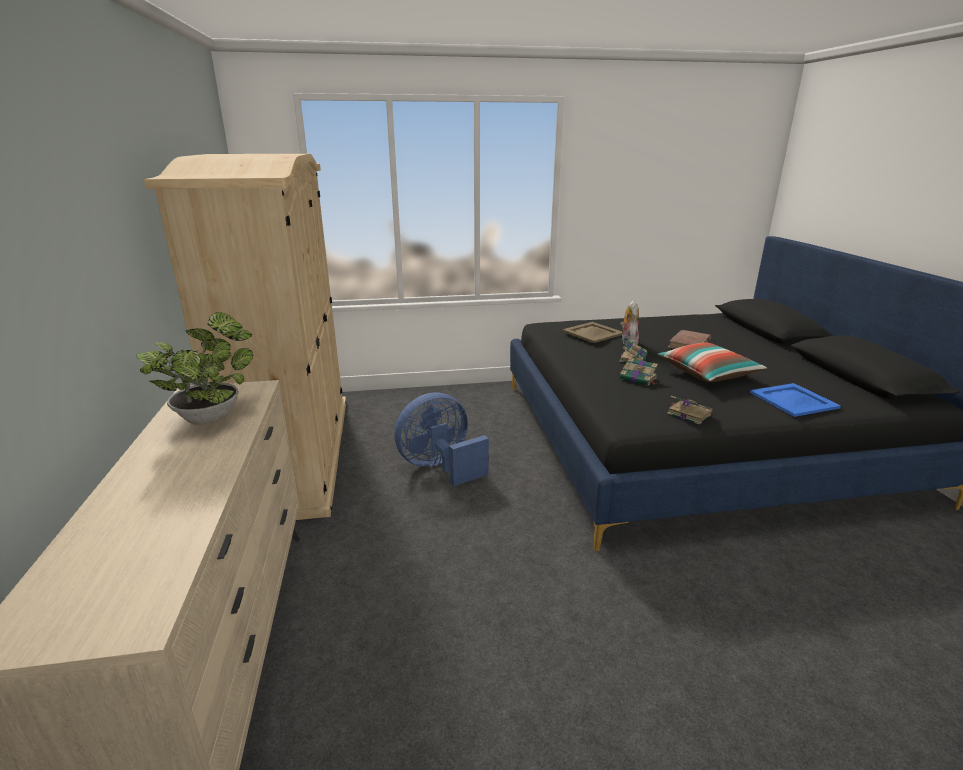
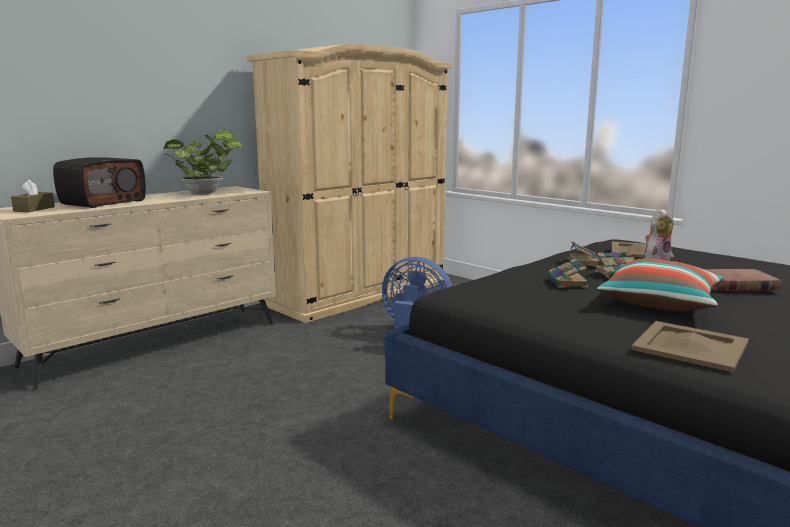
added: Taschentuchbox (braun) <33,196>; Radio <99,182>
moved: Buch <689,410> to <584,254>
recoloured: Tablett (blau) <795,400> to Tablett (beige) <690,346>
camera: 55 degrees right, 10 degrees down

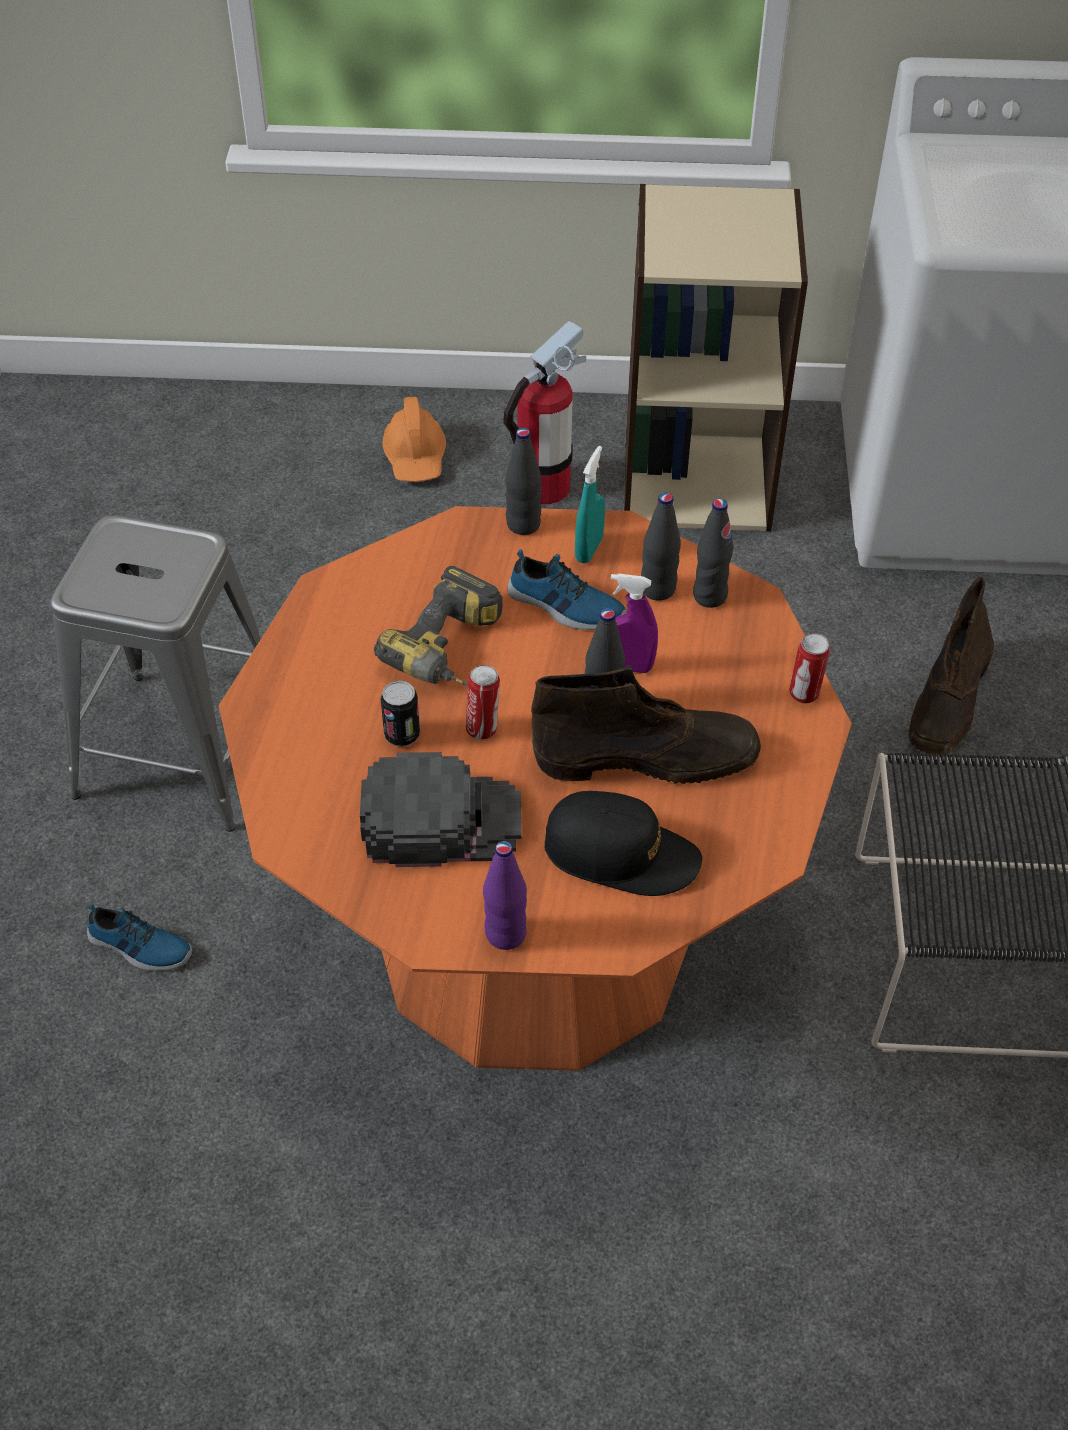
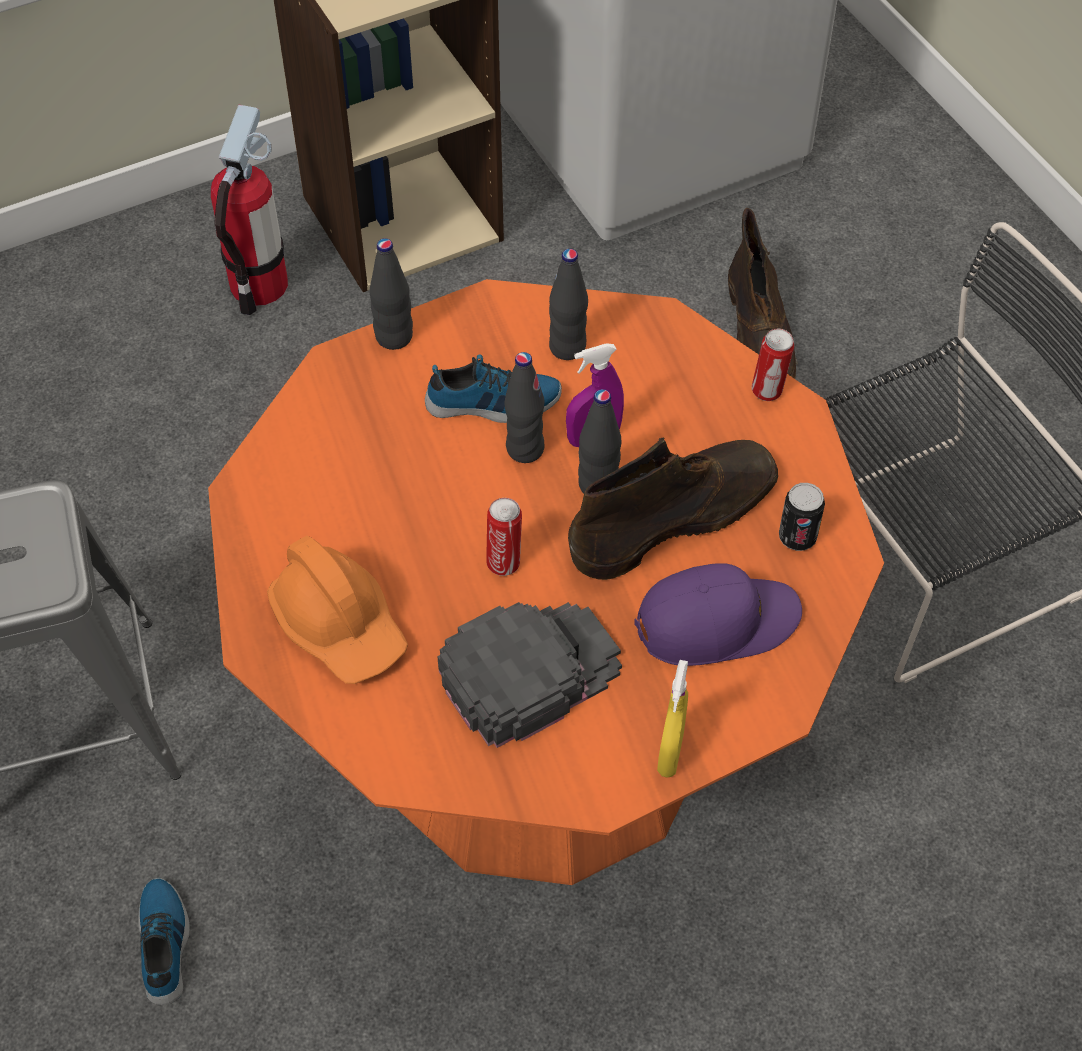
removed: Bohrmaschine <438,626>; Sprühflasche (türkis) <590,504>
moved: Schutzhelm (orange) <414,439> to <337,610>; Flasche (schwarz) <713,553> to <524,407>; Dose <400,714> to <802,517>
replaced: Flasche (lila) <505,895> to Sprühflasche (gelb) <672,719>
recoloured: Kappe (schwarz) <623,843> to Kappe (lila) <718,614>
turned: Schuh <139,937> = <164,941> 90 degrees counterclockwise
camera: 30 degrees left, 5 degrees up

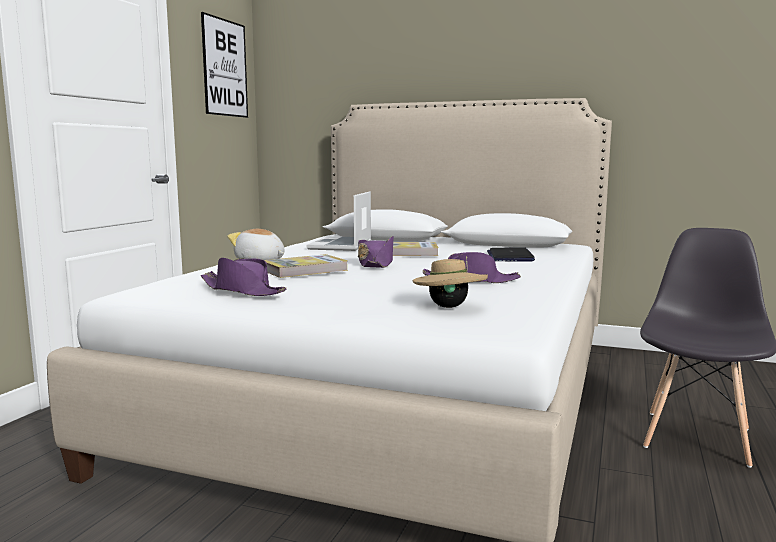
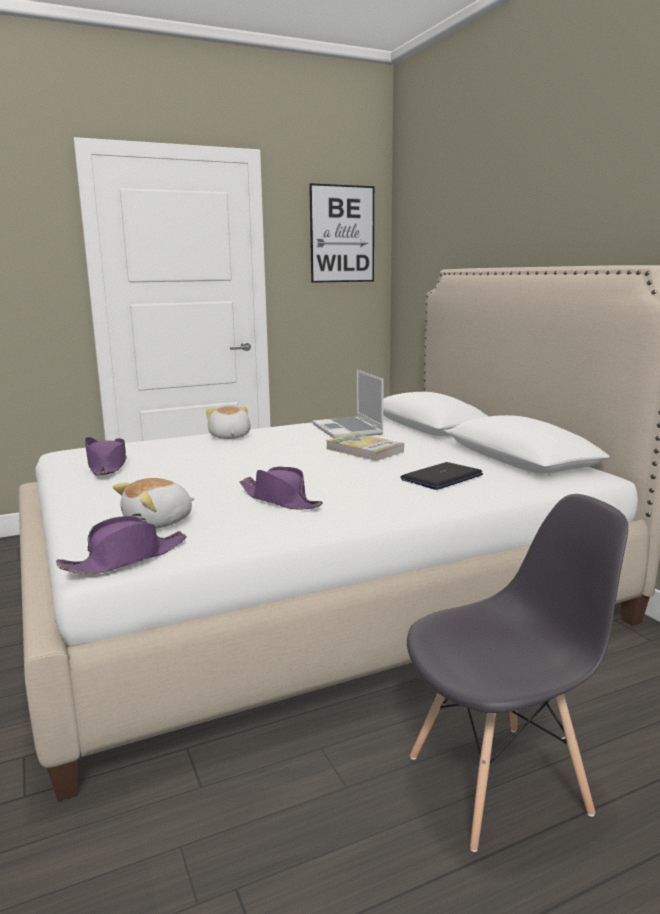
removed: Buch <306,266>
moved: Hut (lila) <376,252> to <121,545>
replaced: Hut (beige) <450,282> to Plüschtier <154,503>
turned: Laptop <338,221> = <348,404> 75 degrees counterclockwise
camera: 45 degrees right, 5 degrees up

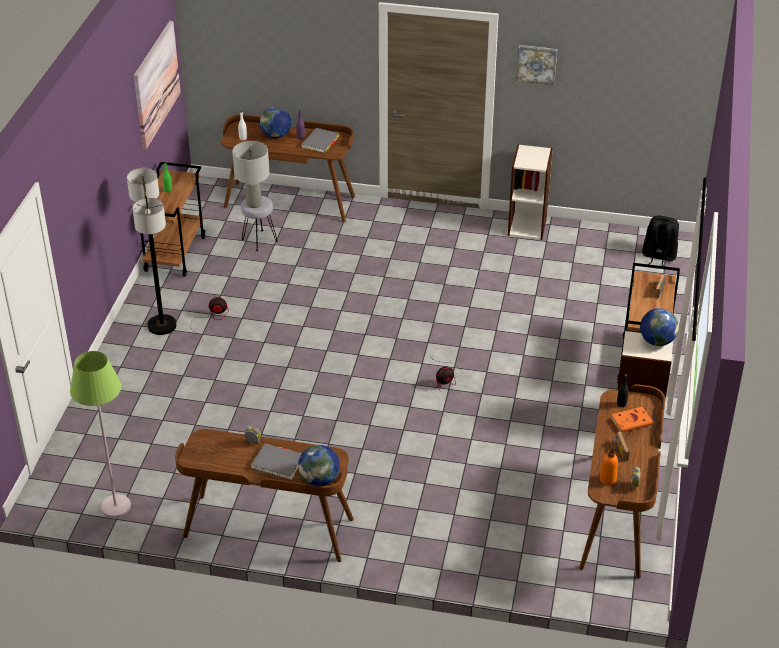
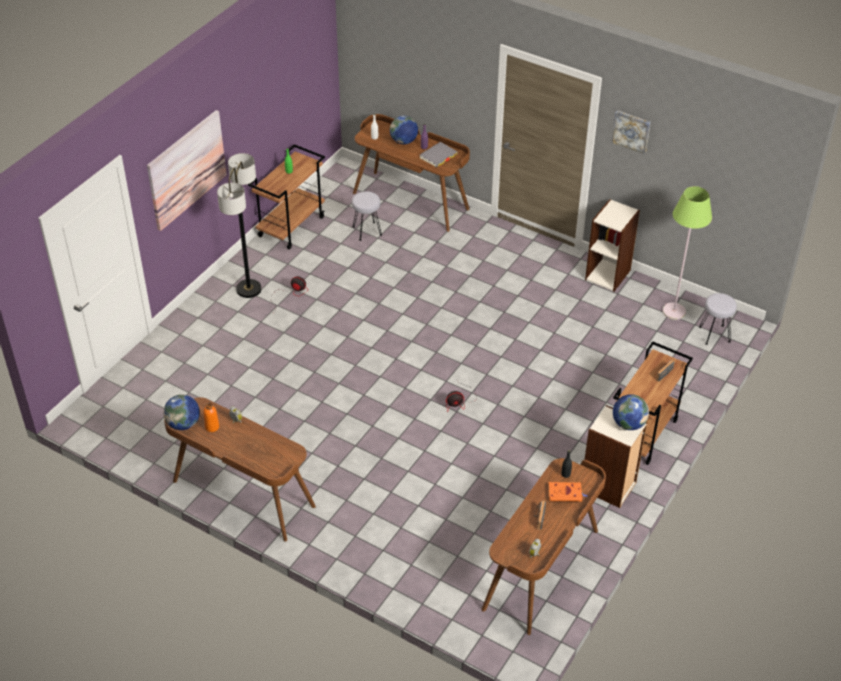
removed: Tischlampe (grau) <250,174>; Buch (grau) <276,462>
moved: Bild <157,85> to <187,170>; Globus <319,465> to <182,412>; Flasche (orange) <609,467> to <211,417>; Stehlampe (grün) <100,434> to <687,253>
replaced: Rucksack (schwarz) <660,240> to Hocker (grau) <718,319>
camera: 20 degrees right, 5 degrees up

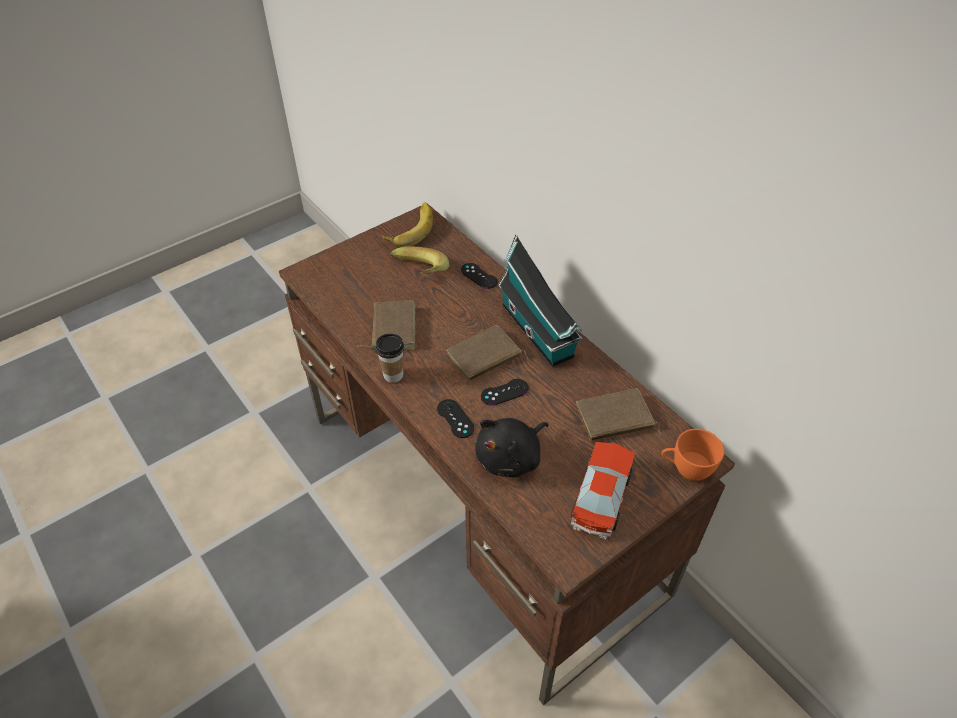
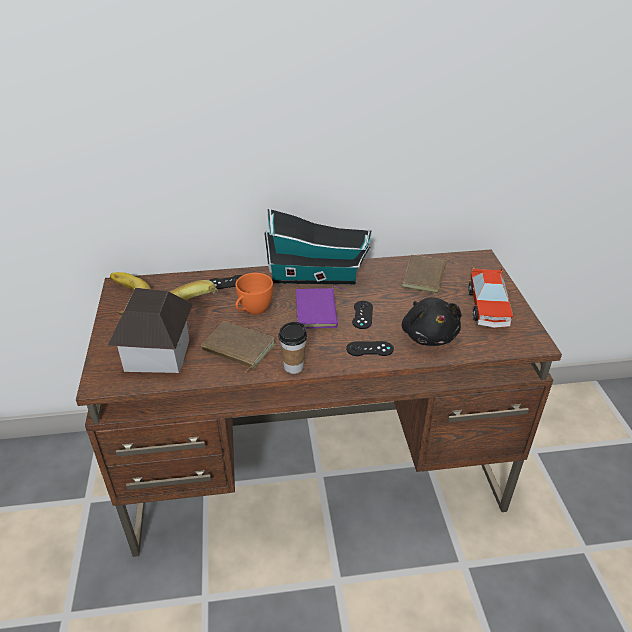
added: Spielzeughaus <150,330>
moved: Tasse (orange) <692,455> to <254,293>
recoloured: Buch (braun) <487,353> to Buch (lila) <321,307>
turned: Spielzeugauto <603,490> = <490,297> 135 degrees counterclockwise
camera: 60 degrees left, 10 degrees down

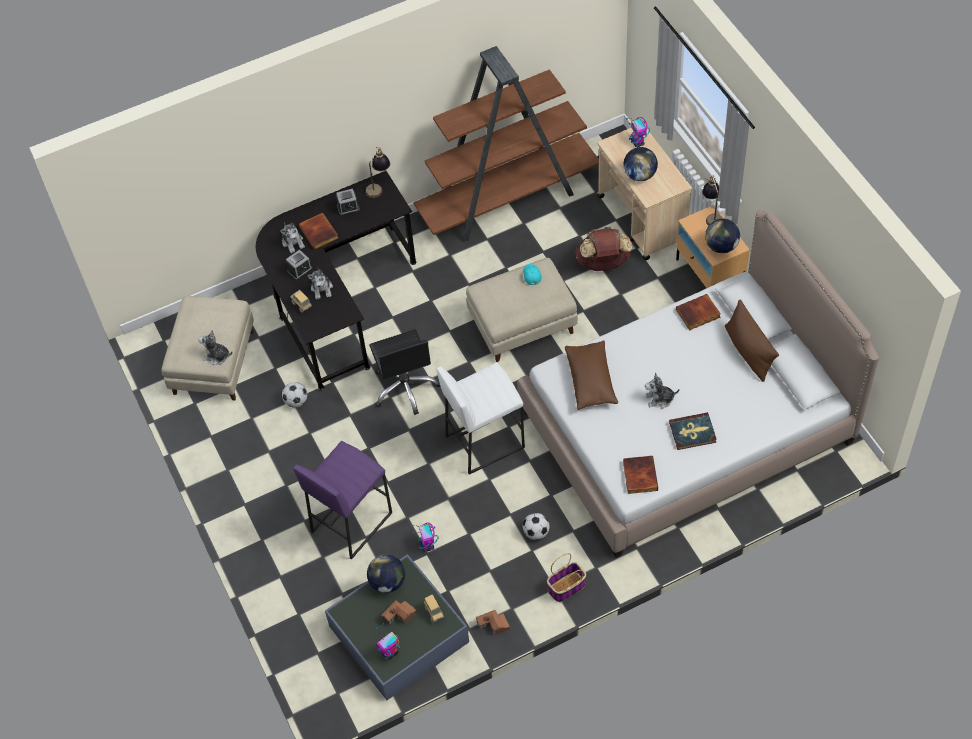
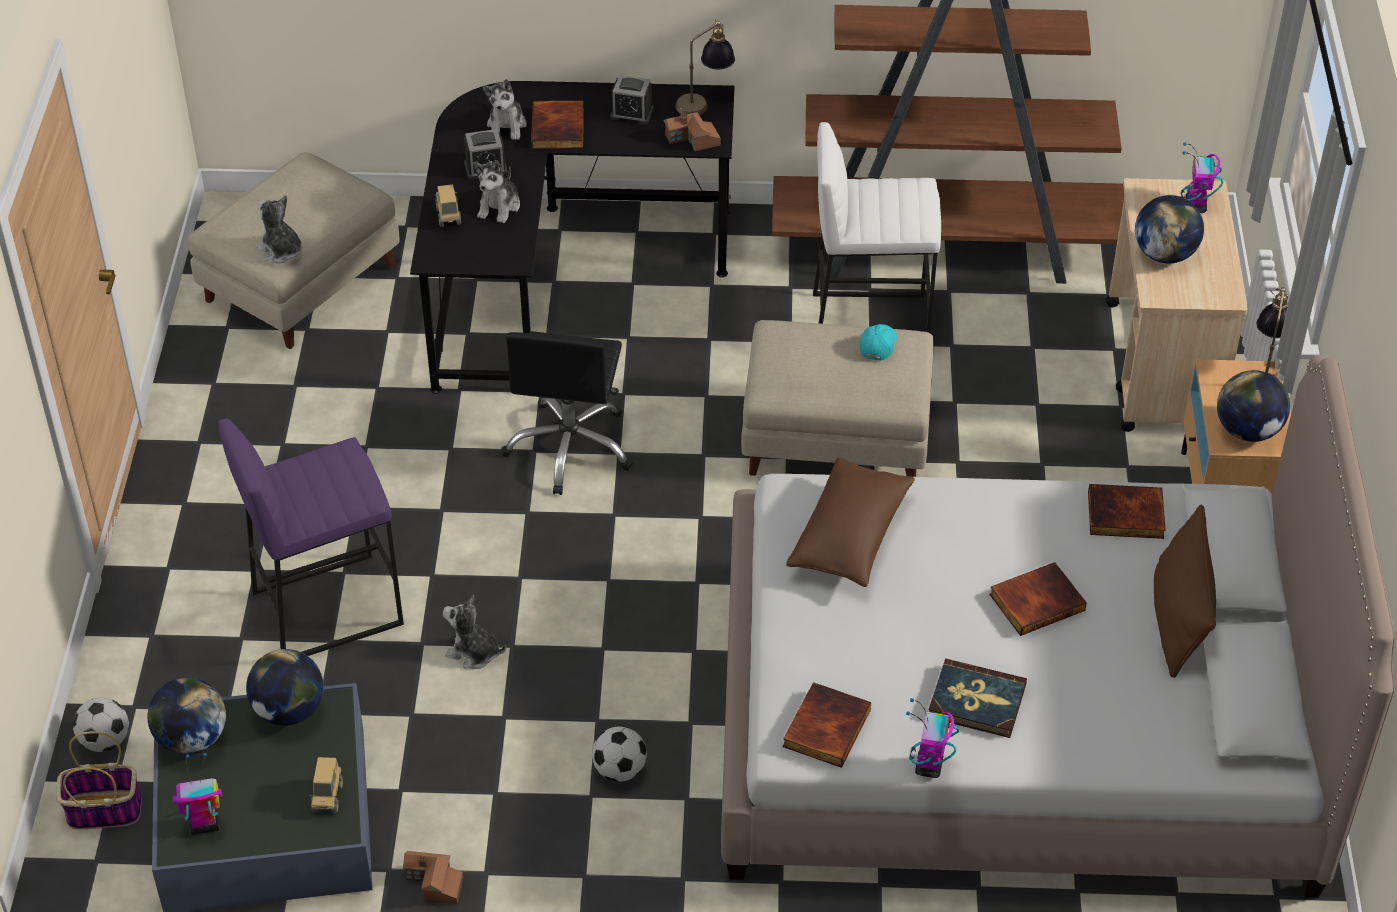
removed: Rucksack (braun) <603,249>
added: Globus <186,716>; Buch <1038,599>
moved: Korb <566,577> to <99,780>; Fußball <294,395> to <101,724>; Plüschtier <662,391> to <474,632>; Spielzeughaus <399,613> to <692,131>; Hocker (weiß) <481,418> to <877,227>; Spielzeugroboter <425,537> to <932,738>
camera: 25 degrees right, 10 degrees down

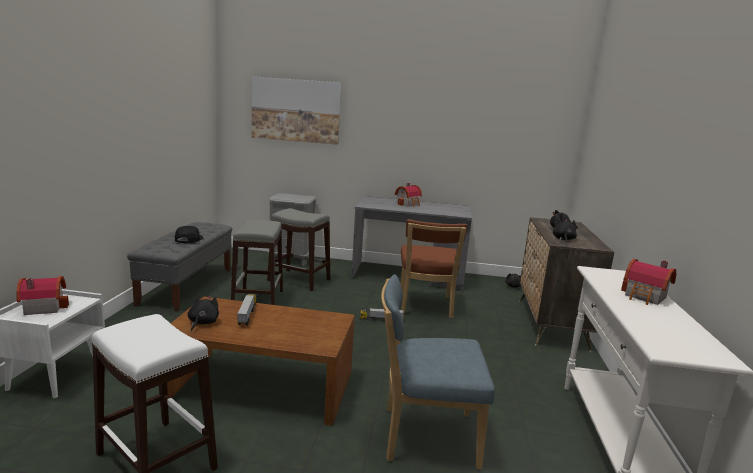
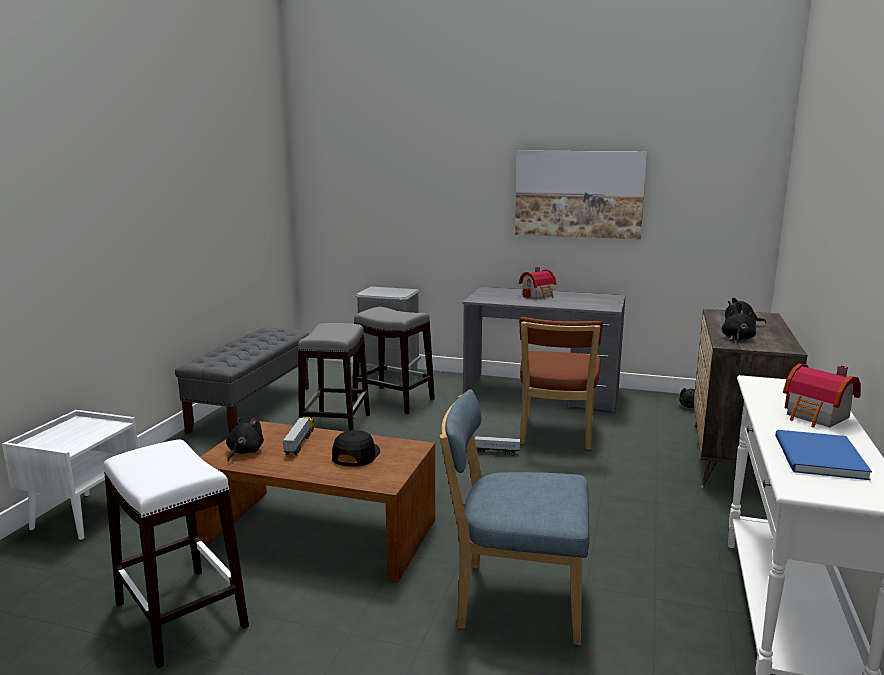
removed: Spielzeughaus <42,295>
added: Buch (blau) <823,455>
moved: Kappe (schwarz) <189,234> to <356,448>; Bild <296,111> to <581,195>
camera: 10 degrees right, 0 degrees up

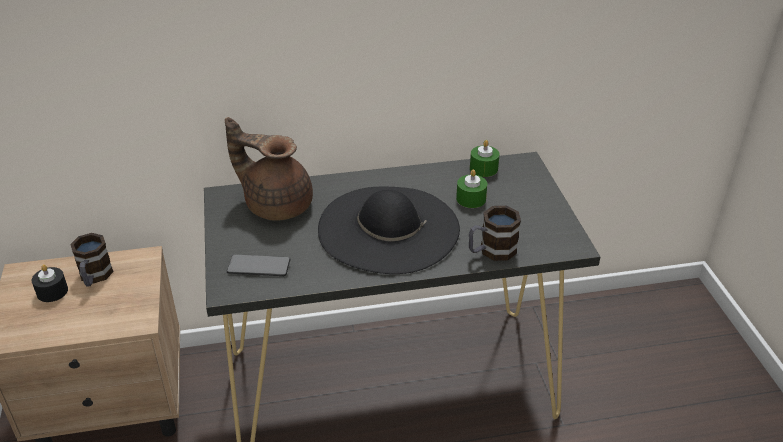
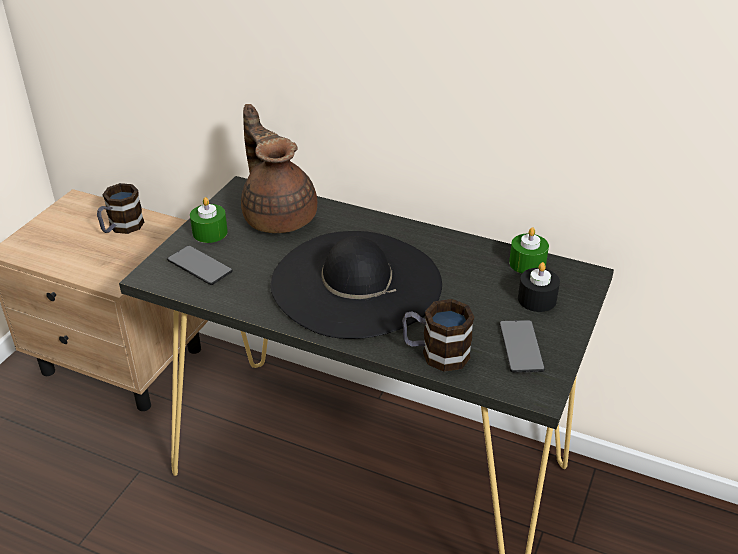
added: Handy <522,346>
moved: Kerze (grün) <471,188> to <209,220>; Kerze (schwarz) <50,283> to <539,287>
camera: 35 degrees right, 0 degrees up

